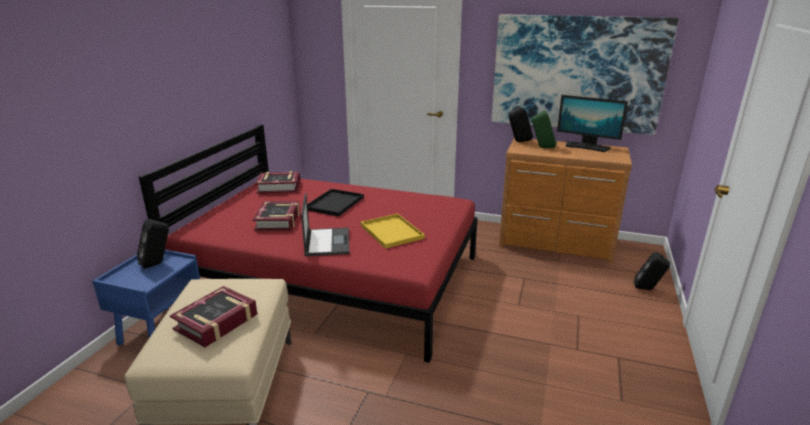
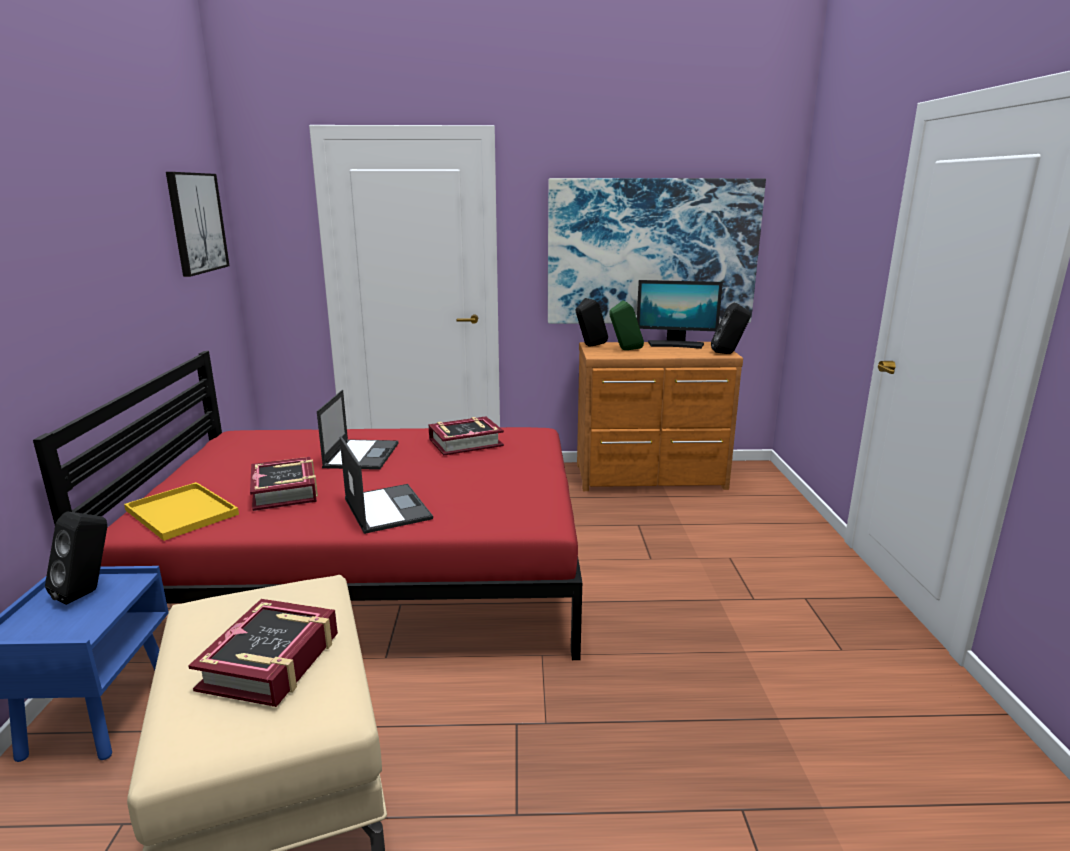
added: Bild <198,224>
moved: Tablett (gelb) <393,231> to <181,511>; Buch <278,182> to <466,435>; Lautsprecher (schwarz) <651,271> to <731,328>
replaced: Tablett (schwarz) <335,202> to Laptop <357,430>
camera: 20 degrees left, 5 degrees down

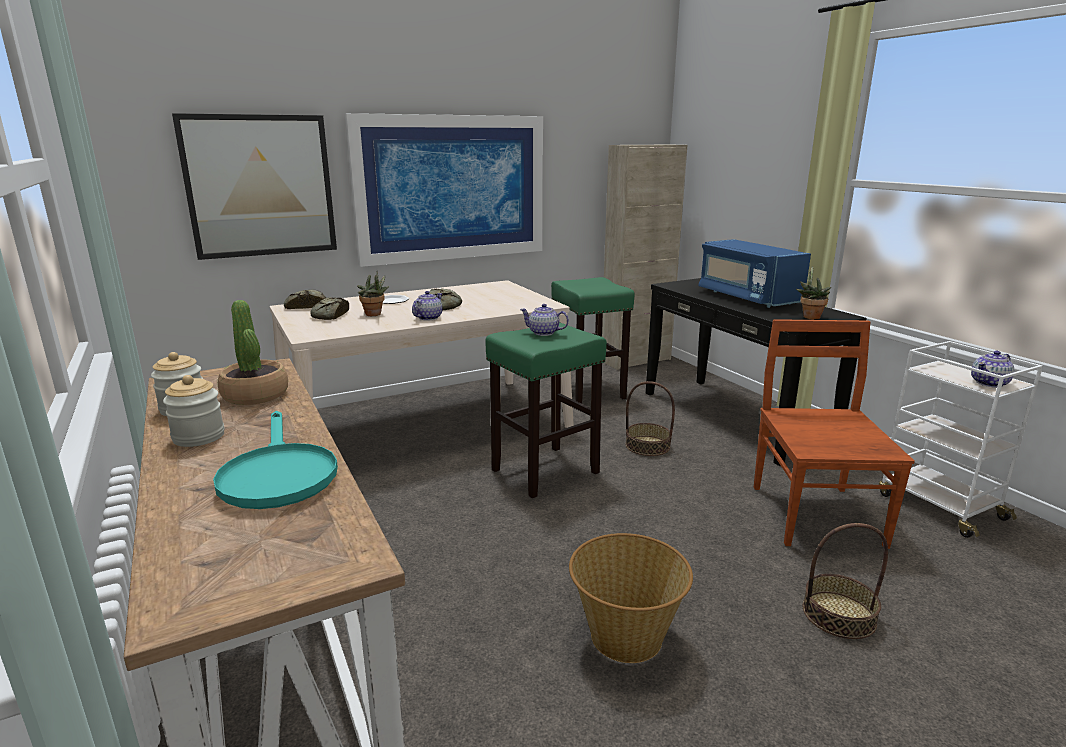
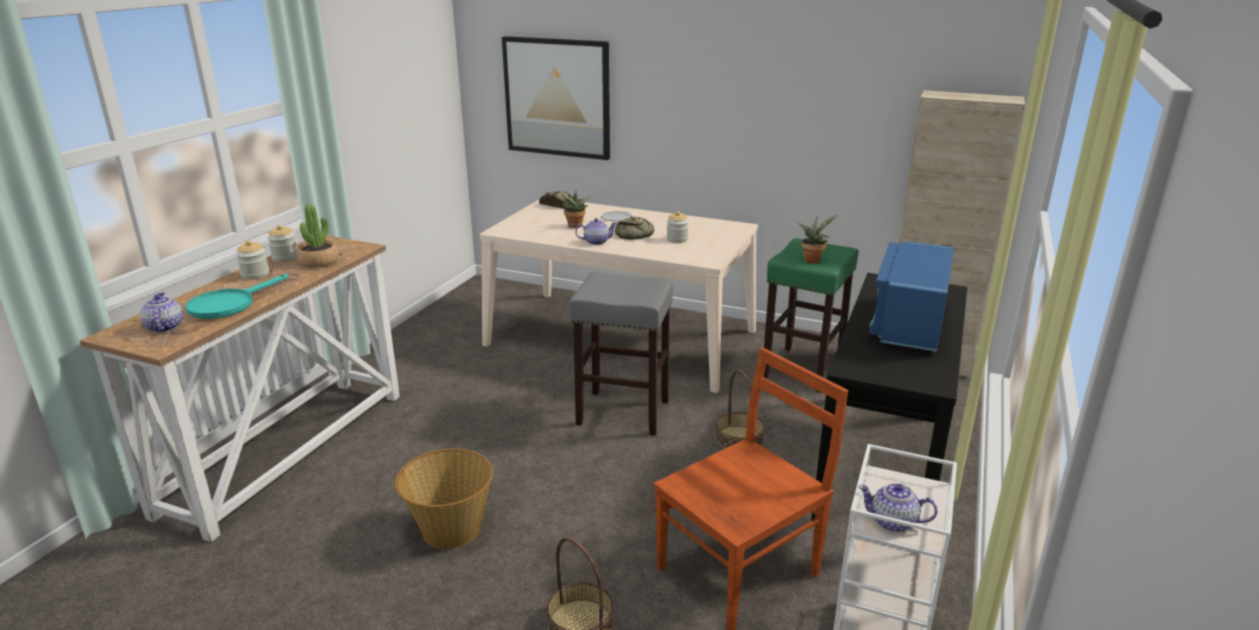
removed: Brot <329,308>; Bild <444,190>
added: Vorratsglas <678,227>
moved: Teekanne <544,320> to <162,312>; Topfpflanze <813,293> to <818,238>
recoloured: Hocker (grün) <546,410> to Hocker (grau) <621,354>
camera: 50 degrees right, 5 degrees up

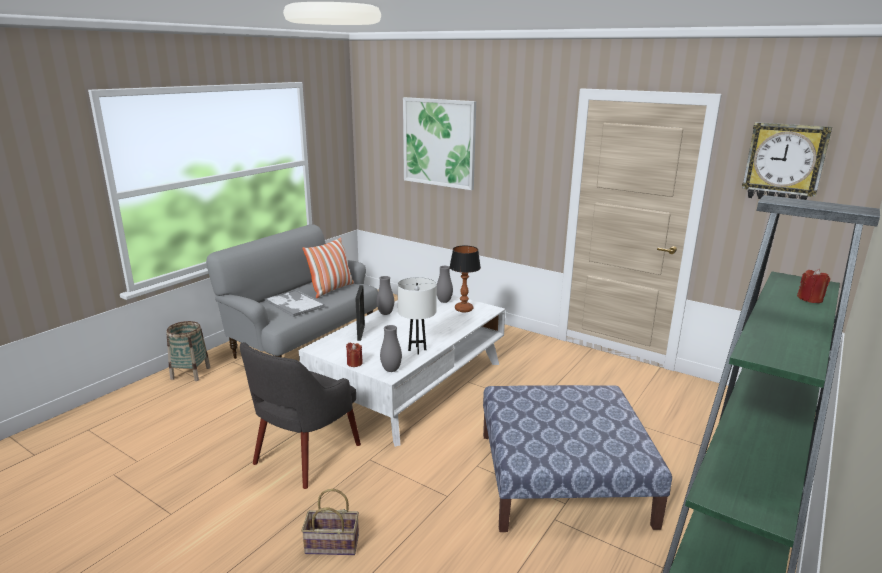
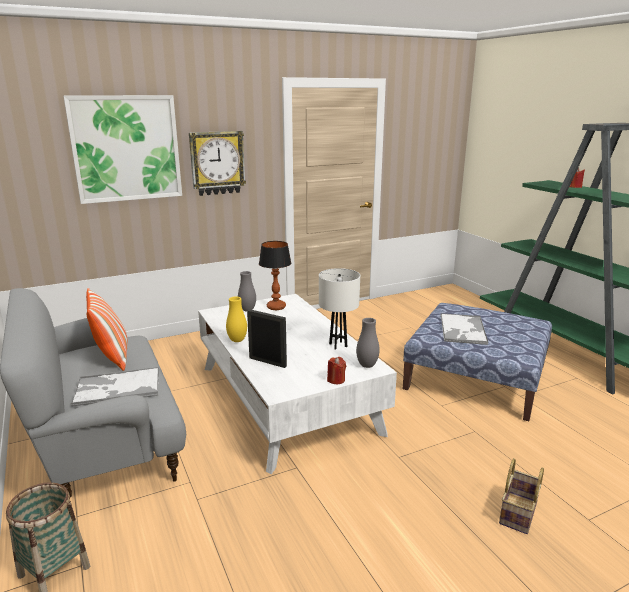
removed: Sessel (grau) <300,415>
added: Tablett <464,329>
moved: Wanduhr <787,161> to <217,163>
recoloured: Vase (grau) <385,295> to Vase (gelb) <236,319>
camera: 60 degrees left, 0 degrees up

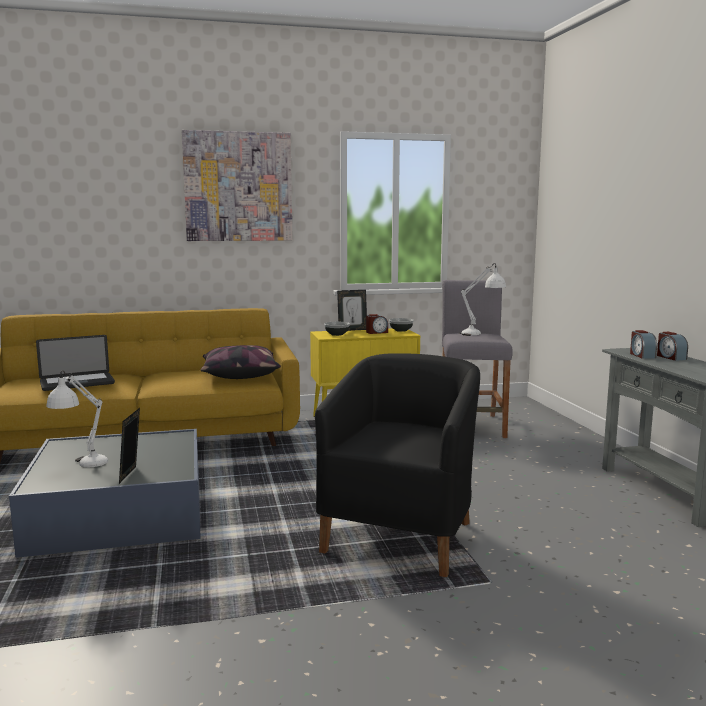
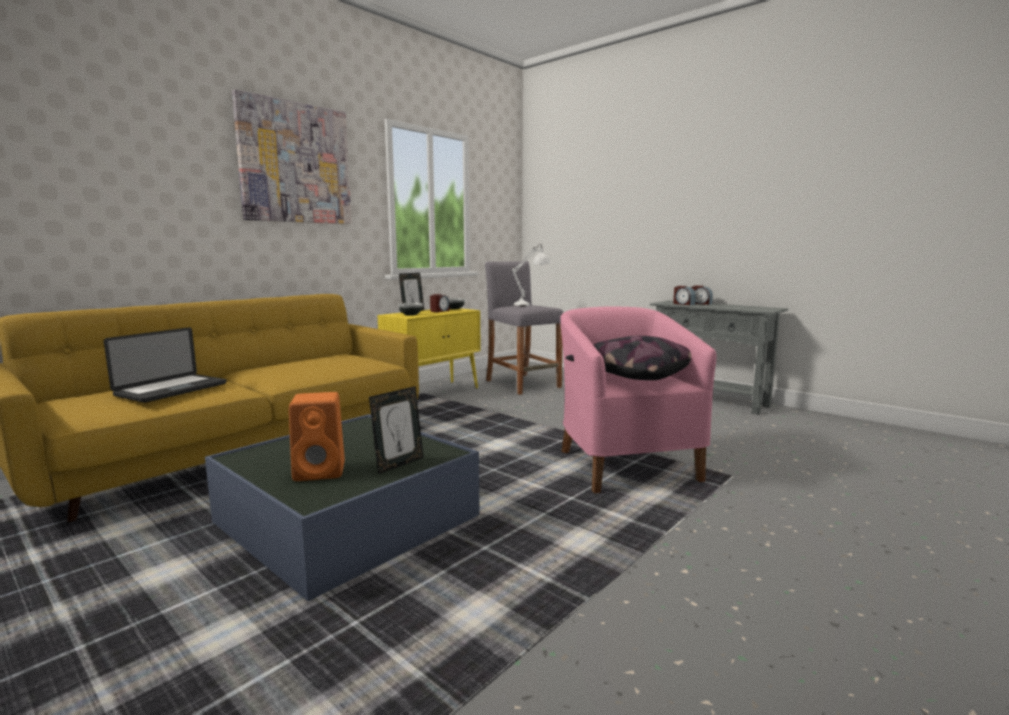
moved: Kissen <241,362> to <628,358>
replaced: Tischlampe (weiß) <77,418> to Lautsprecher (orange) <317,436>
recoloured: Sessel (schwarz) <397,465> to Sessel (rosa) <638,399>
turned: Bilderrahmen <129,446> = <396,430> 105 degrees counterclockwise
camera: 35 degrees left, 0 degrees up

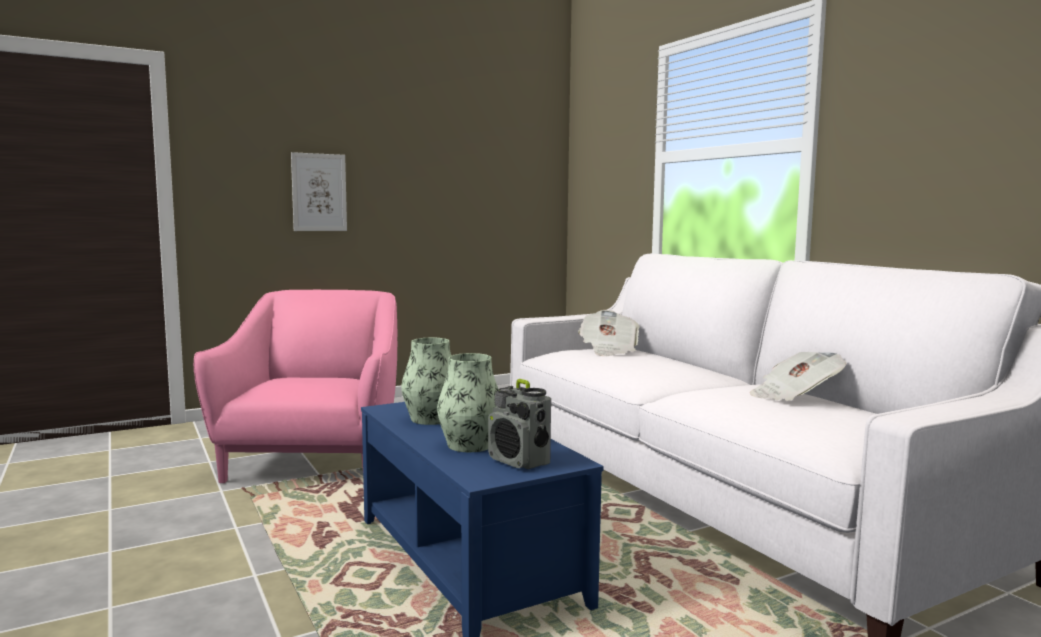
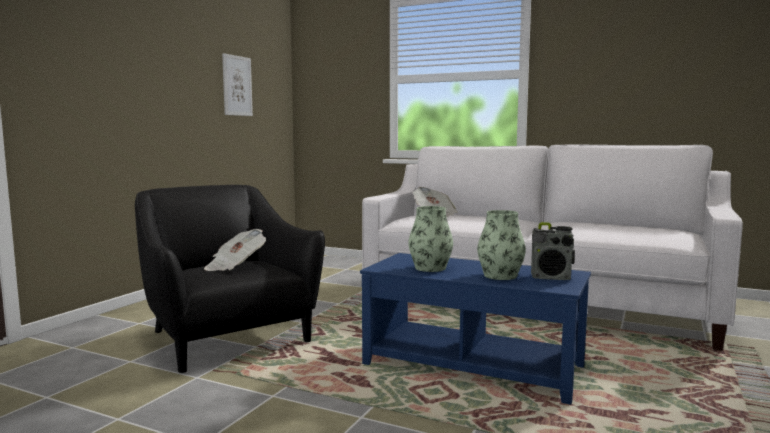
moved: Zeitung <798,376> to <235,250>; Bild <319,191> to <237,84>
recoloured: Sessel (rosa) <295,386> to Sessel (schwarz) <230,279>
camera: 35 degrees left, 0 degrees up

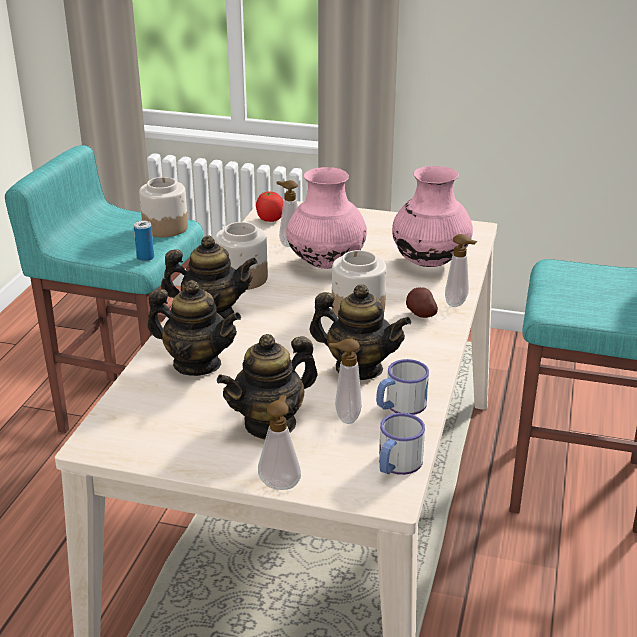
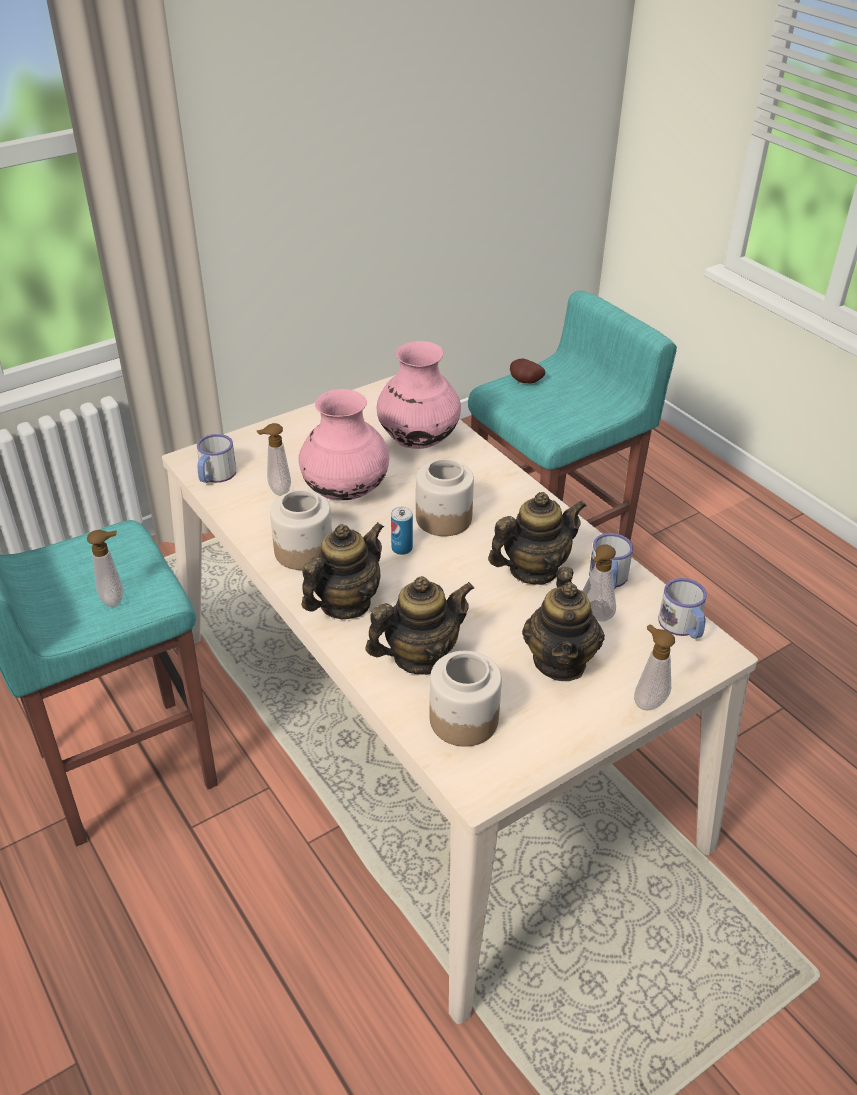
moved: Seifenspender <461,270> to <105,568>; Dose <144,241> to <402,531>; Vorratsglas <163,207> to <466,699>; Kartoffel <422,302> to <527,371>
replaced: Tomate <269,207> to Henkelbecher <216,458>
camera: 50 degrees left, 10 degrees up

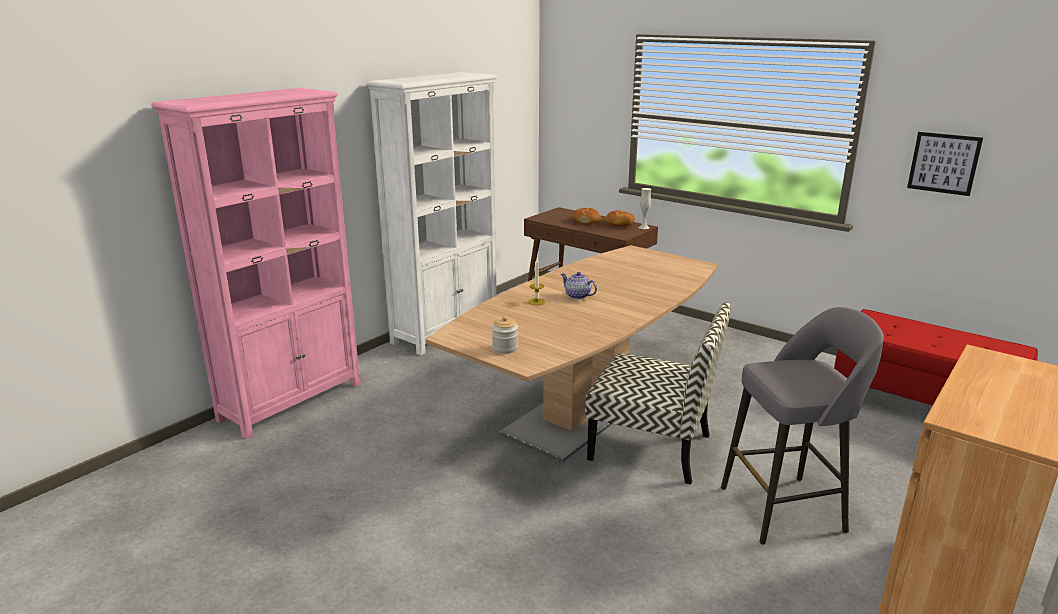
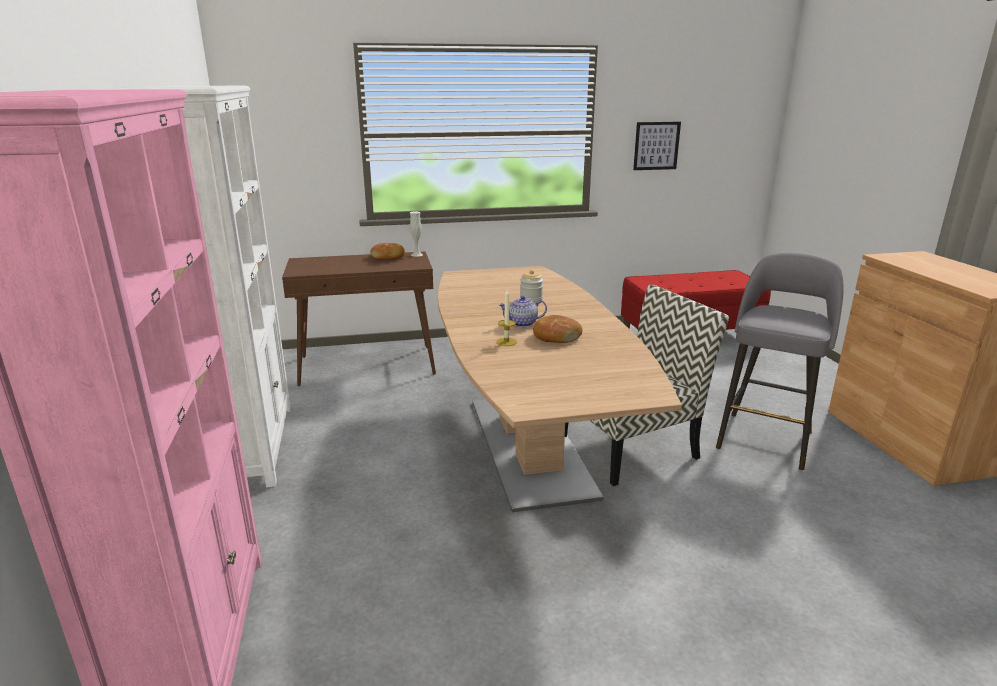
moved: Vorratsglas <505,335> to <531,286>; Brot <586,216> to <558,329>
camera: 50 degrees left, 0 degrees up

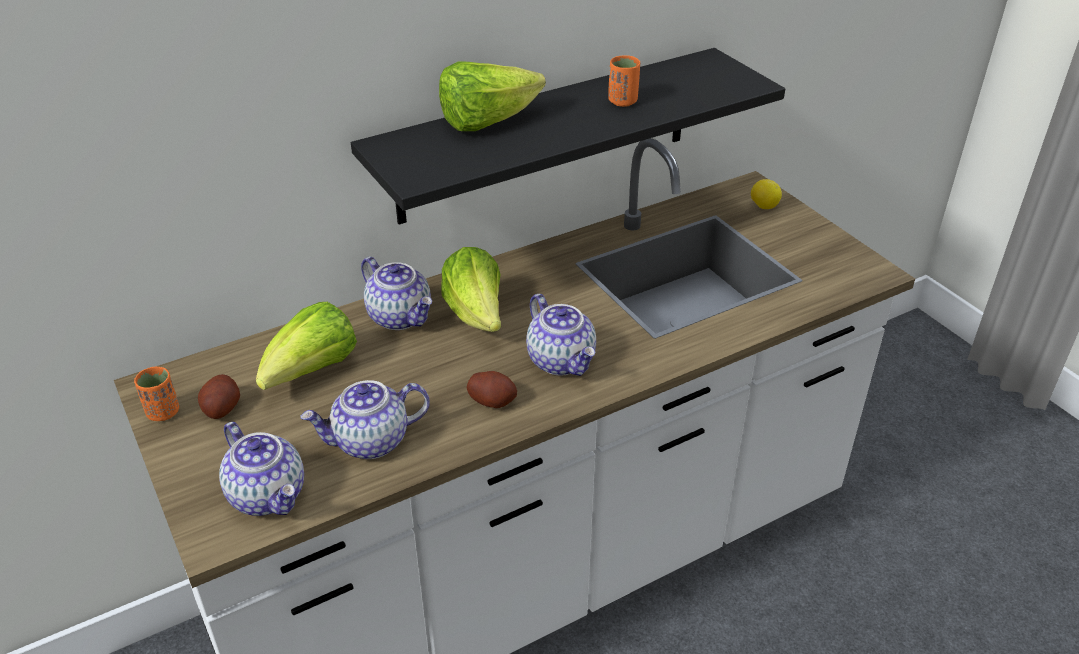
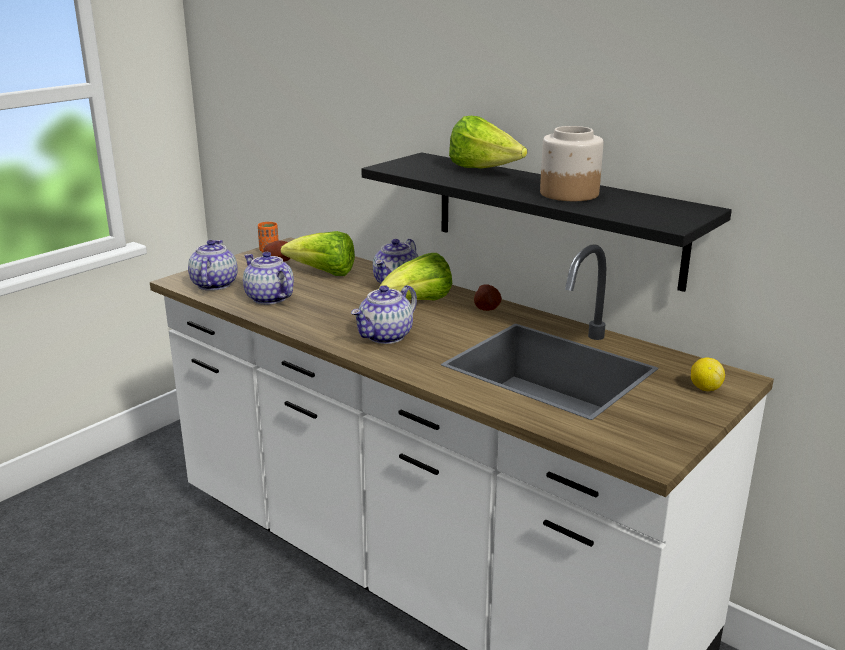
moved: Kartoffel <492,389> to <488,297>
replaced: Tasse (orange) <624,81> to Vorratsglas <571,163>
turned: Teekanne <261,469> = <213,265> 150 degrees clockwise
camera: 70 degrees right, 15 degrees down

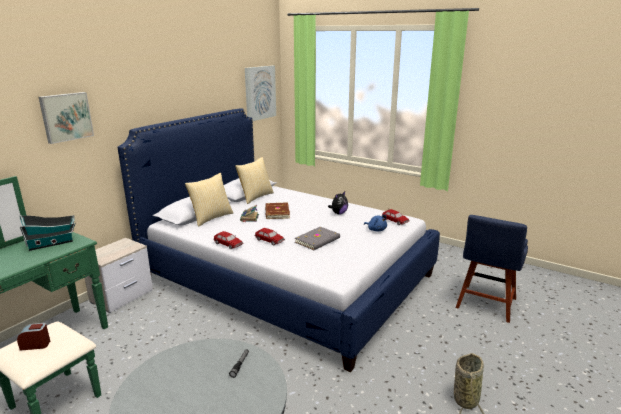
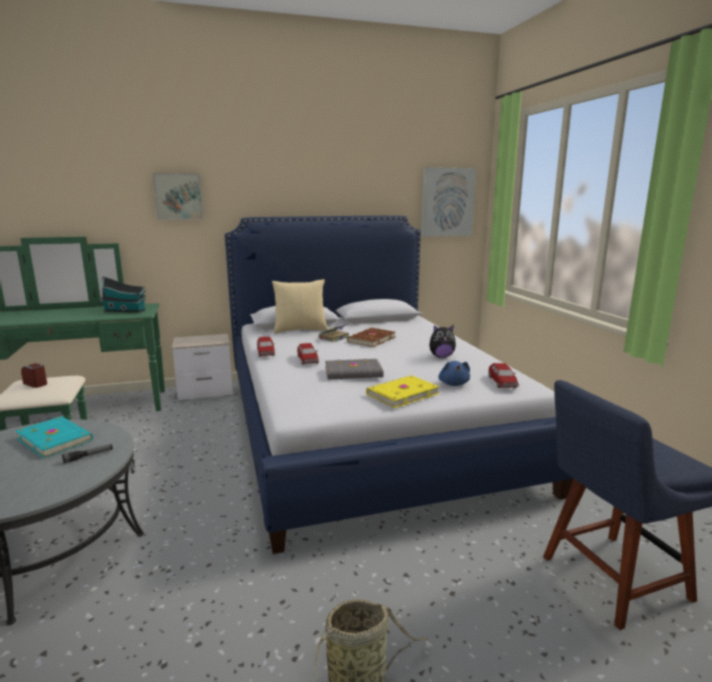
removed: Kissen <254,180>
added: Buch (türkis) <54,437>; Buch (gelb) <403,391>
camera: 40 degrees right, 5 degrees down

